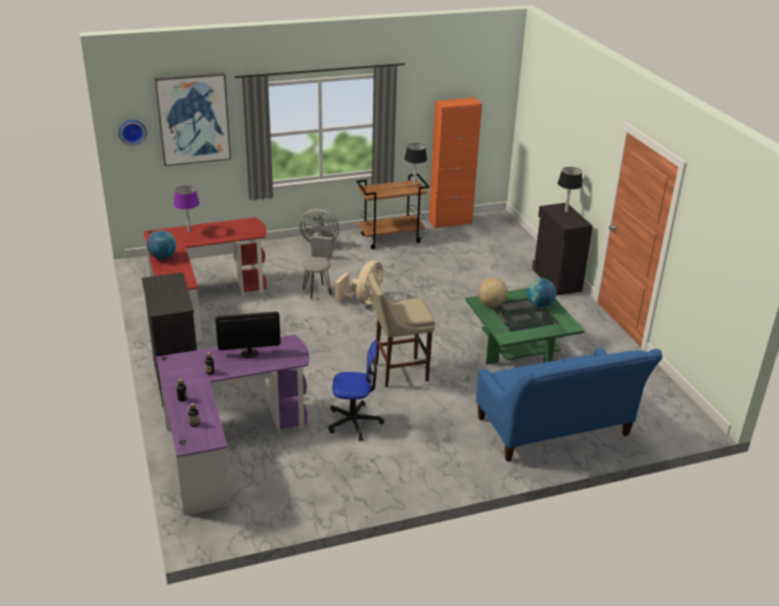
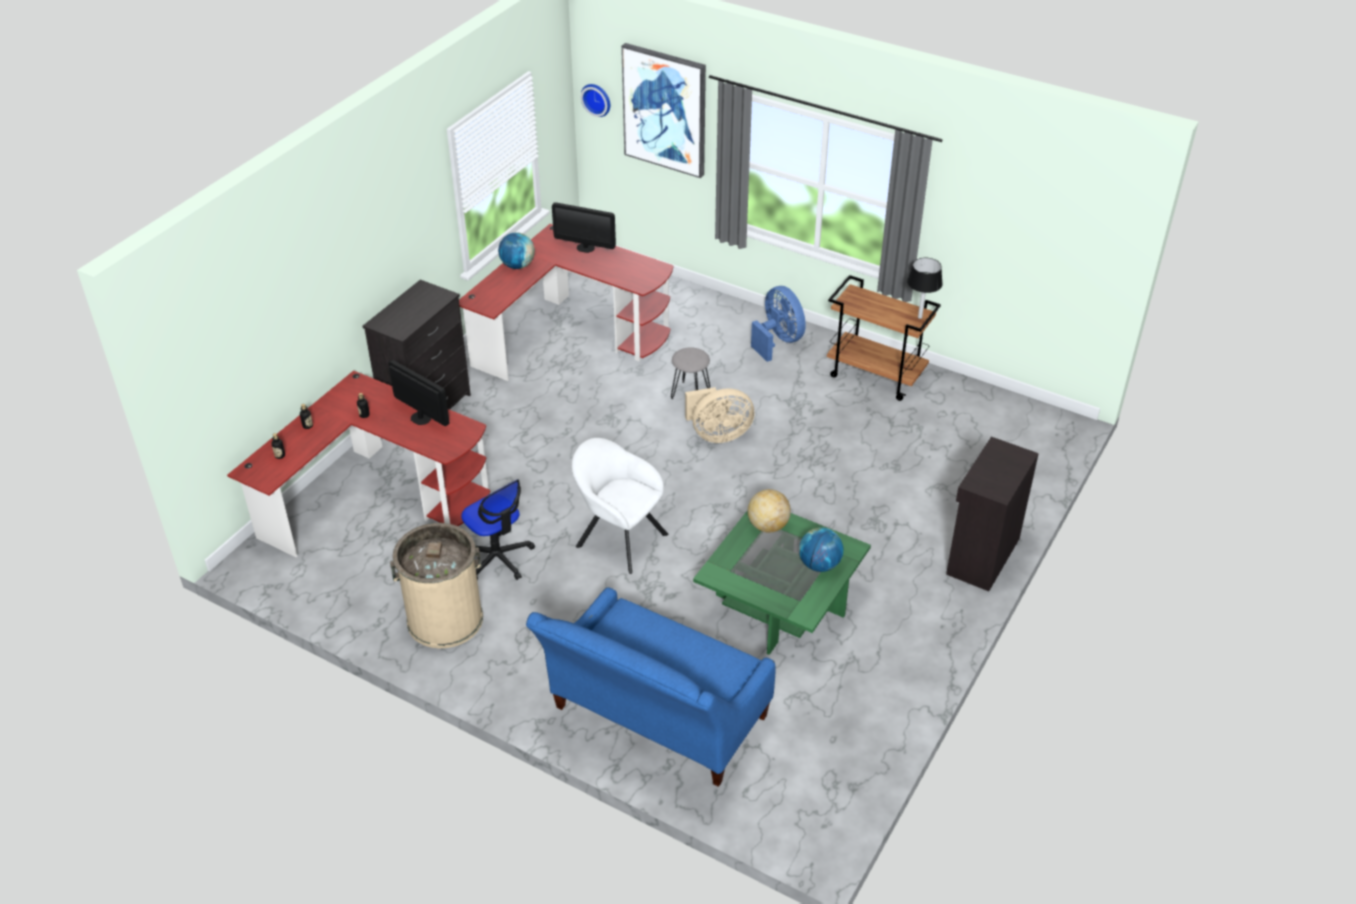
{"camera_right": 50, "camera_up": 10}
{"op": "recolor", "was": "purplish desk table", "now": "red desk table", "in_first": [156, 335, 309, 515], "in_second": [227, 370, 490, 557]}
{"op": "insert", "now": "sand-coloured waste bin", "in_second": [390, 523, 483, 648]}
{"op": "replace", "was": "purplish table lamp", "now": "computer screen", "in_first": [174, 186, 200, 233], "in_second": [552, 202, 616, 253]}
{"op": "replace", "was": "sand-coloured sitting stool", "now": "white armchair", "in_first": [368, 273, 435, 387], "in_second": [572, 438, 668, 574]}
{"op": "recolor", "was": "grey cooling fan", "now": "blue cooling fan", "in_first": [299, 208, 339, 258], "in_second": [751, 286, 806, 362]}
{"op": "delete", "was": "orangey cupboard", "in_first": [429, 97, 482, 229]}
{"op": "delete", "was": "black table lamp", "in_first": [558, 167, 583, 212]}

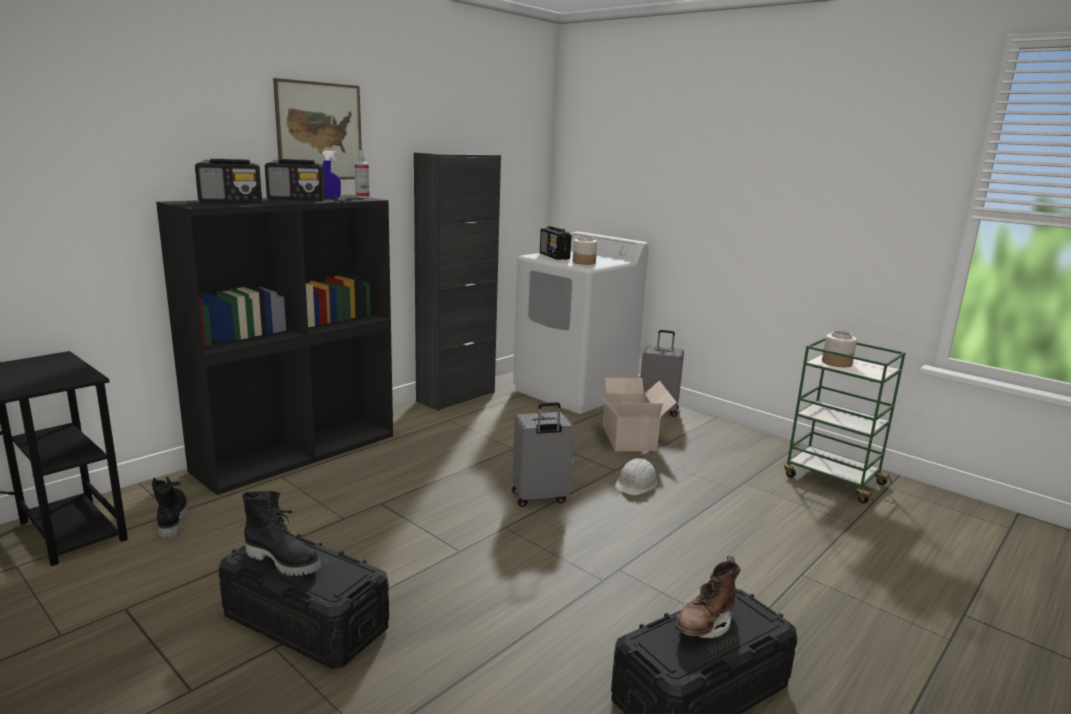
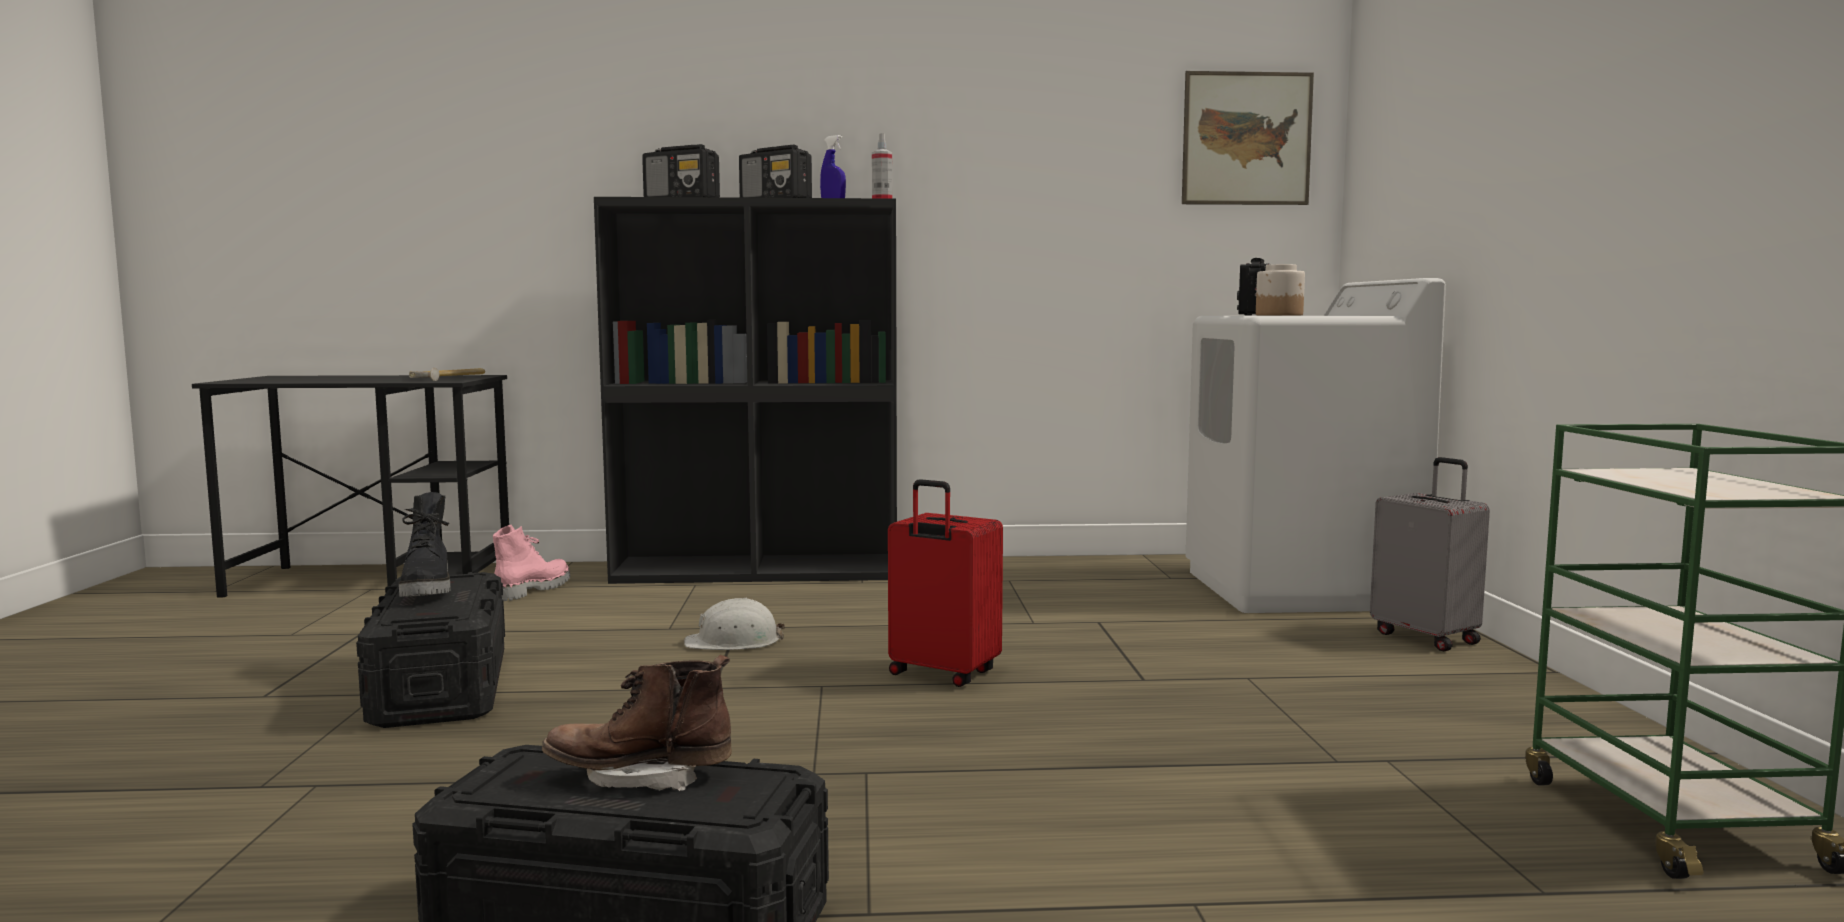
{"camera_right": 45, "camera_up": -10}
{"op": "insert", "now": "hand hammer", "in_second": [409, 368, 485, 381]}
{"op": "recolor", "was": "black boot", "now": "pinkish boot", "in_first": [152, 477, 188, 539], "in_second": [493, 525, 570, 601]}
{"op": "move", "was": "white work helmet", "in_first": [615, 458, 657, 496], "in_second": [684, 598, 785, 650]}
{"op": "recolor", "was": "grey travel case", "now": "red travel case", "in_first": [512, 402, 575, 507], "in_second": [888, 479, 1003, 687]}
{"op": "move", "was": "wall picture", "in_first": [273, 78, 362, 179], "in_second": [1182, 71, 1314, 205]}
{"op": "delete", "was": "black cupboard", "in_first": [414, 152, 501, 411]}
{"op": "delete", "was": "packing box", "in_first": [593, 378, 677, 451]}
{"op": "delete", "was": "preserve jar", "in_first": [822, 331, 857, 367]}

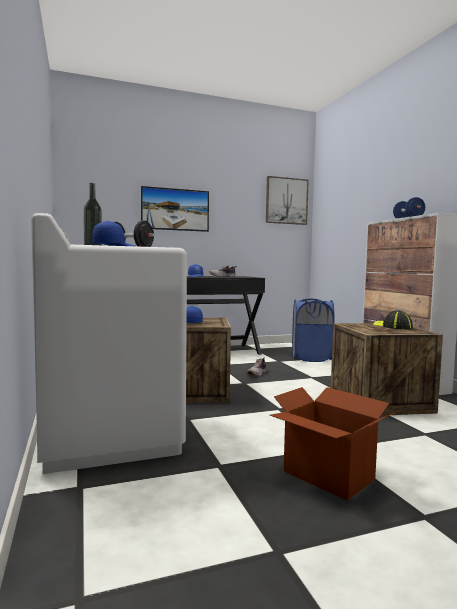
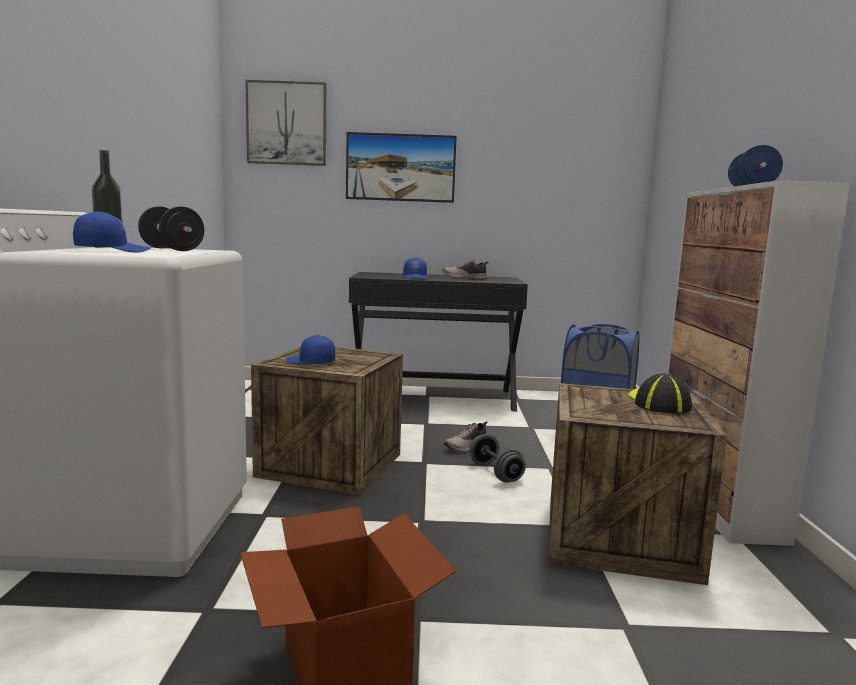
{"camera_right": 20, "camera_up": 5}
{"op": "move", "was": "wall picture", "in_first": [266, 176, 309, 225], "in_second": [245, 80, 326, 166]}
{"op": "insert", "now": "grey dumbbell", "in_second": [470, 434, 526, 483]}

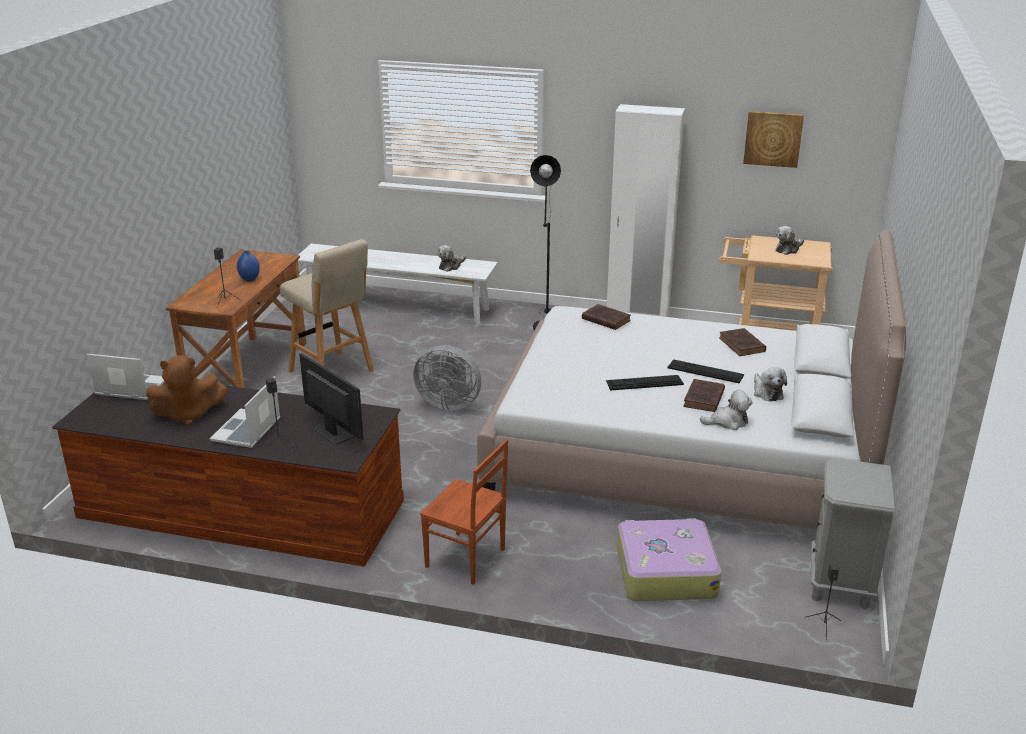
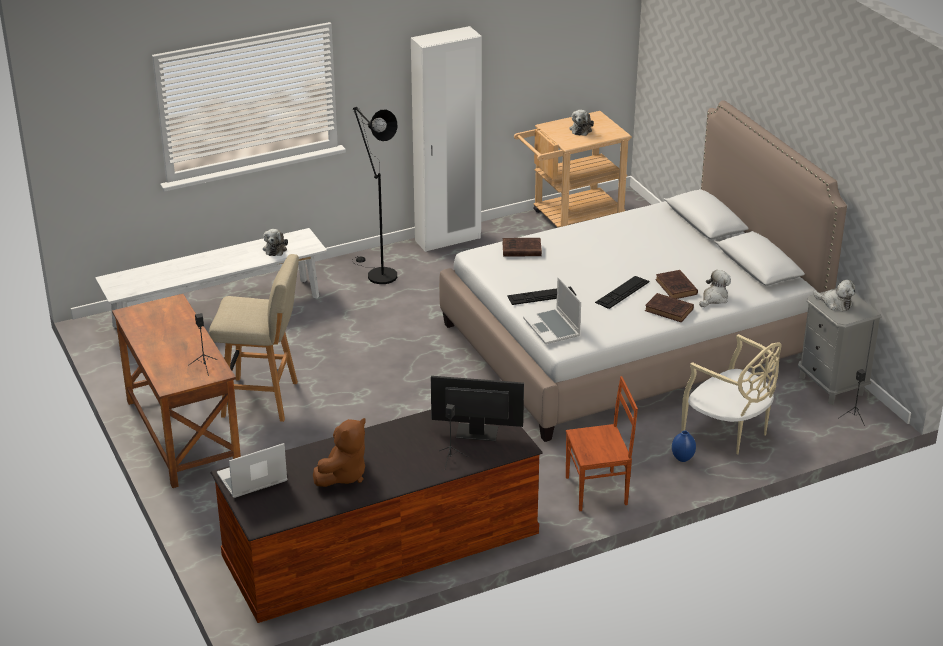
{"camera_right": -40, "camera_up": 5}
{"op": "move", "was": "keyboard", "in_first": [668, 360, 744, 383], "in_second": [507, 286, 576, 305]}
{"op": "move", "was": "notebook computer", "in_first": [210, 376, 281, 448], "in_second": [523, 277, 581, 344]}
{"op": "move", "was": "brownish bound book", "in_first": [719, 328, 766, 356], "in_second": [645, 293, 694, 322]}
{"op": "move", "was": "blue flower vase", "in_first": [237, 251, 260, 282], "in_second": [672, 431, 696, 462]}
{"op": "replace", "was": "travel case", "now": "sand-coloured plain chair", "in_first": [617, 518, 721, 601], "in_second": [681, 334, 782, 454]}
{"op": "move", "was": "soft toy", "in_first": [754, 367, 787, 402], "in_second": [813, 280, 855, 311]}
{"op": "delete", "was": "grey cooling fan", "in_first": [413, 345, 481, 411]}
{"op": "delete", "was": "wall picture", "in_first": [743, 111, 804, 168]}

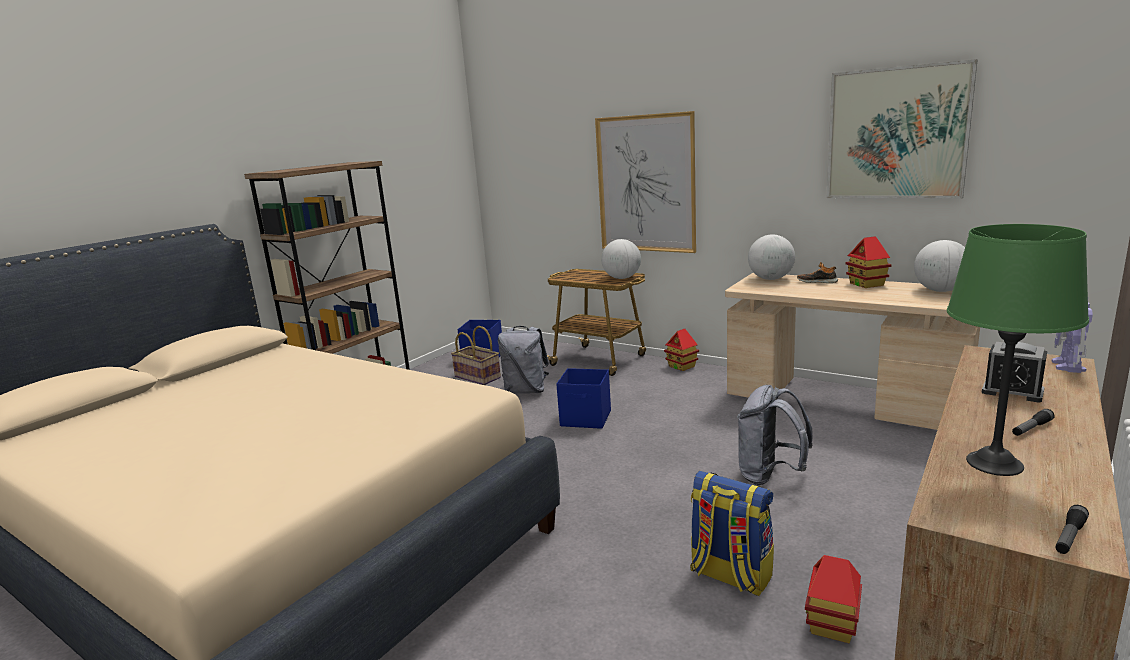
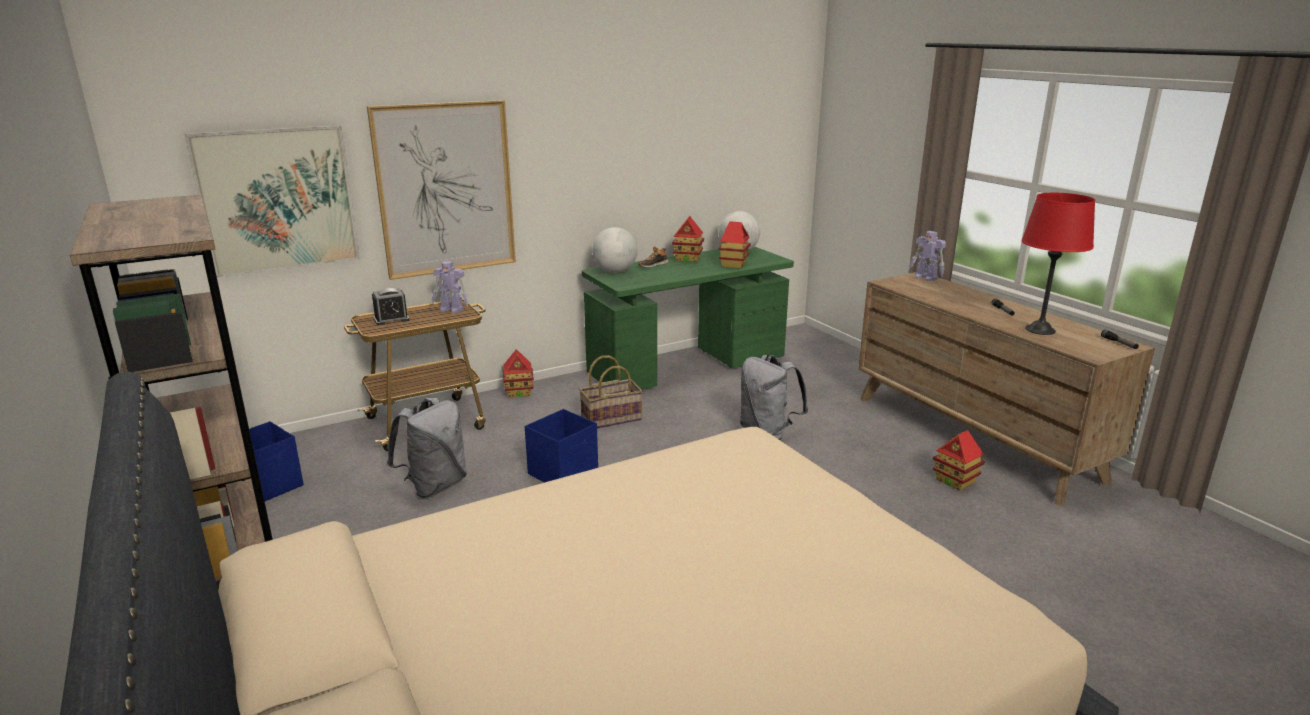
{"camera_right": -65, "camera_up": 5}
{"op": "move", "was": "wall picture", "in_first": [827, 59, 978, 199], "in_second": [185, 125, 360, 278]}
{"op": "move", "was": "table clock", "in_first": [982, 342, 1047, 402], "in_second": [372, 288, 409, 325]}
{"op": "replace", "was": "world globe", "now": "robot figure", "in_first": [601, 239, 641, 279], "in_second": [432, 261, 468, 313]}
{"op": "move", "was": "household basket", "in_first": [451, 326, 501, 385], "in_second": [579, 355, 642, 429]}
{"op": "recolor", "was": "sand-coloured desk table", "now": "green desk table", "in_first": [725, 273, 980, 430], "in_second": [582, 247, 794, 389]}
{"op": "insert", "now": "model house", "in_second": [718, 221, 751, 268]}
{"op": "recolor", "was": "green table lamp", "now": "red table lamp", "in_first": [947, 224, 1089, 476], "in_second": [1022, 193, 1095, 335]}
{"op": "delete", "was": "knapsack", "in_first": [690, 471, 774, 596]}

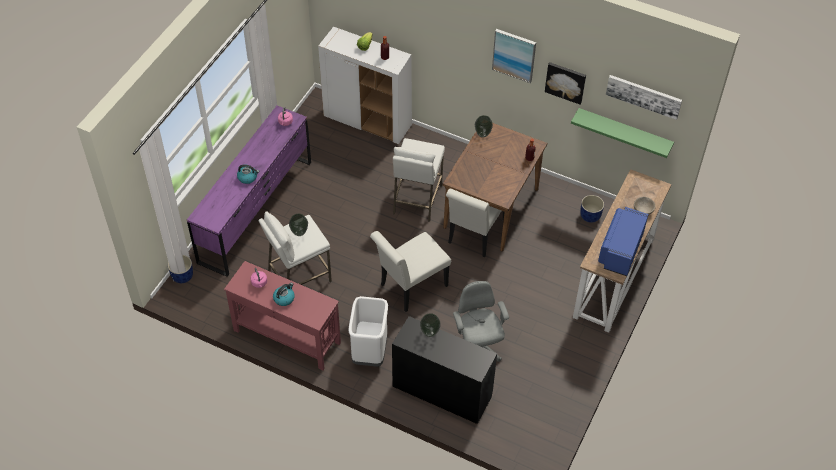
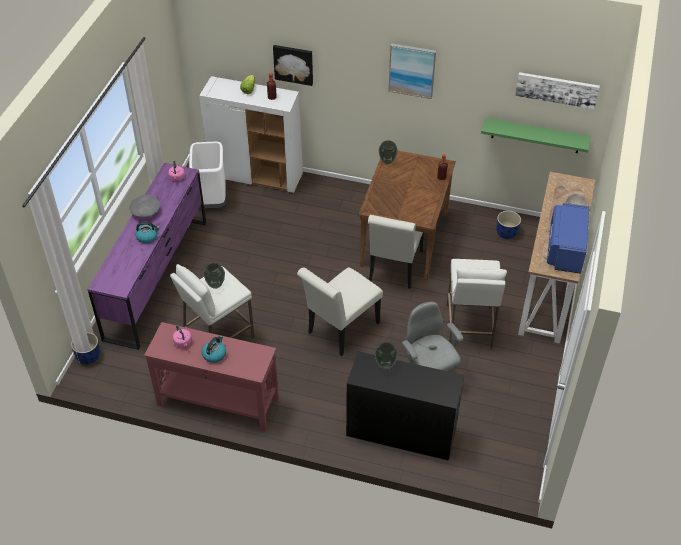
{"camera_right": -10, "camera_up": -5}
{"op": "insert", "now": "grey bowl", "in_second": [129, 195, 160, 217]}
{"op": "move", "was": "white waste bin", "in_first": [349, 296, 388, 367], "in_second": [189, 141, 226, 208]}
{"op": "move", "was": "wall picture", "in_first": [545, 62, 586, 104], "in_second": [273, 45, 313, 86]}
{"op": "move", "was": "white sitting stool", "in_first": [393, 138, 445, 222], "in_second": [446, 259, 507, 349]}

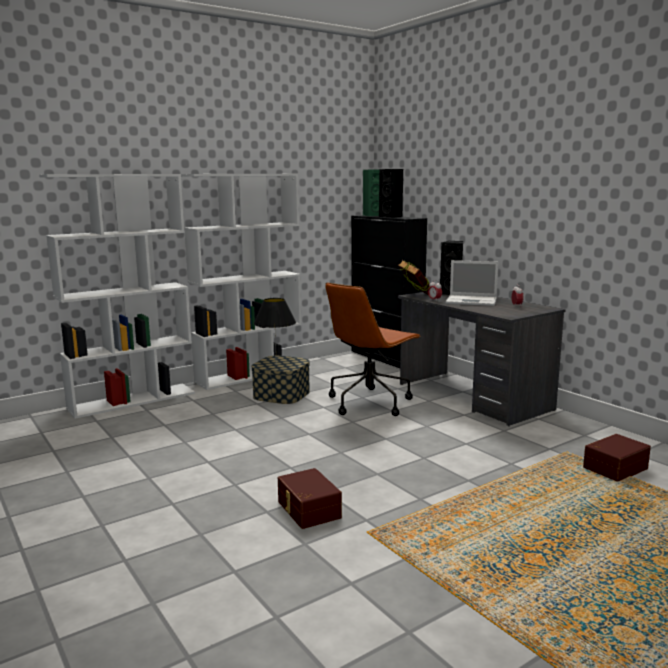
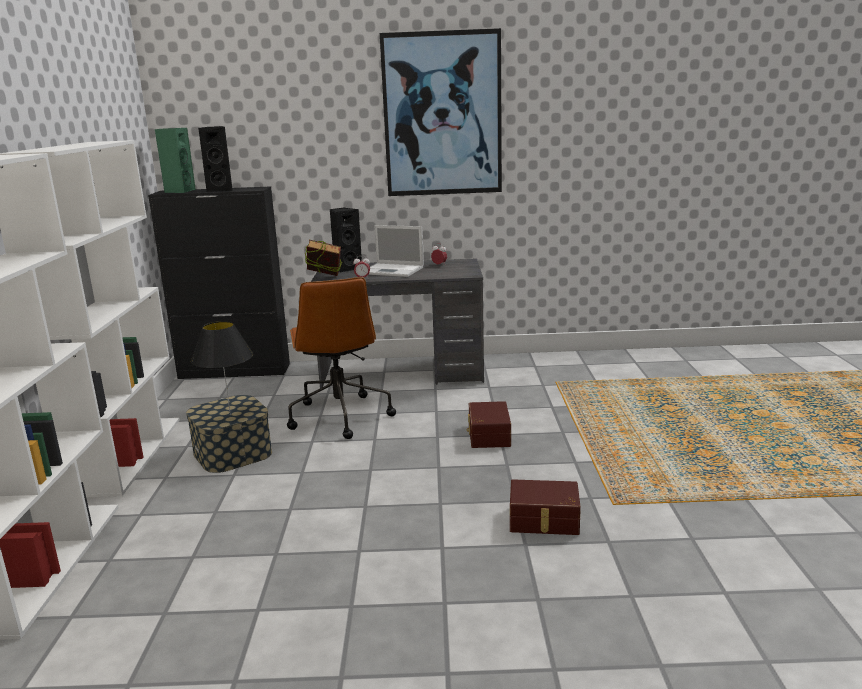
{"camera_right": -55, "camera_up": 5}
{"op": "rotate", "was": "notebook computer", "in_first": [445, 260, 499, 306], "in_second": [368, 225, 424, 277], "clockwise": 60}
{"op": "insert", "now": "wall picture", "in_second": [380, 28, 502, 196]}
{"op": "move", "was": "brownish storage box", "in_first": [583, 434, 651, 482], "in_second": [466, 401, 511, 448]}

